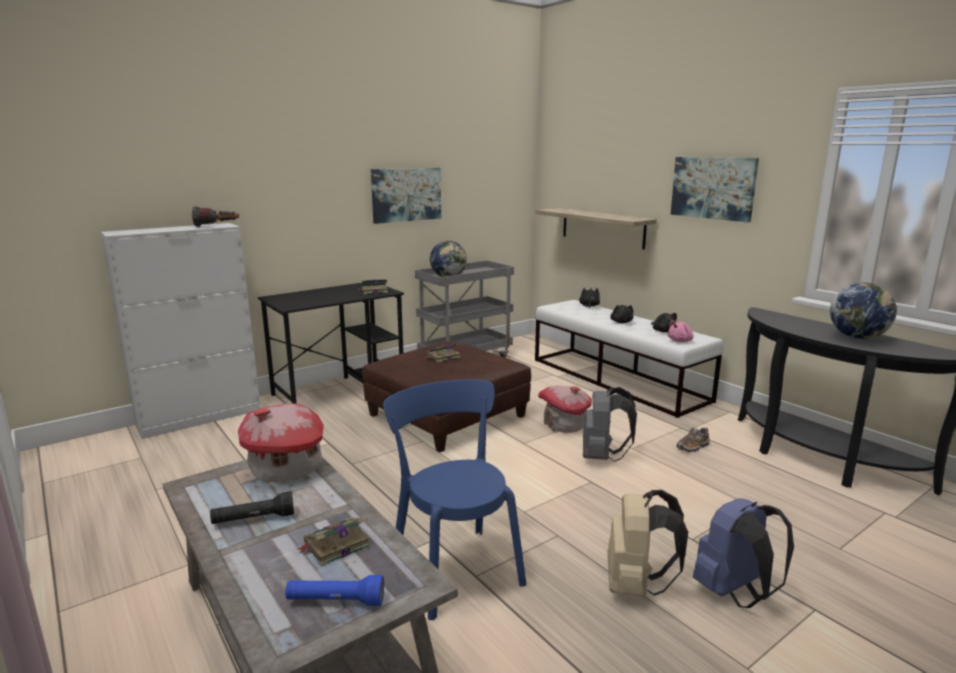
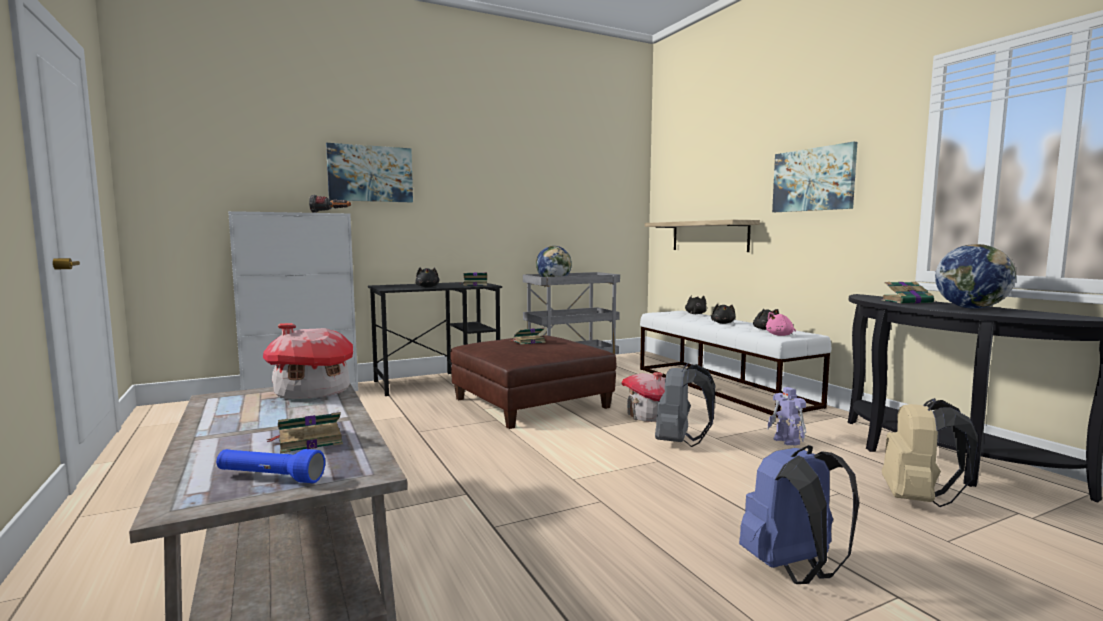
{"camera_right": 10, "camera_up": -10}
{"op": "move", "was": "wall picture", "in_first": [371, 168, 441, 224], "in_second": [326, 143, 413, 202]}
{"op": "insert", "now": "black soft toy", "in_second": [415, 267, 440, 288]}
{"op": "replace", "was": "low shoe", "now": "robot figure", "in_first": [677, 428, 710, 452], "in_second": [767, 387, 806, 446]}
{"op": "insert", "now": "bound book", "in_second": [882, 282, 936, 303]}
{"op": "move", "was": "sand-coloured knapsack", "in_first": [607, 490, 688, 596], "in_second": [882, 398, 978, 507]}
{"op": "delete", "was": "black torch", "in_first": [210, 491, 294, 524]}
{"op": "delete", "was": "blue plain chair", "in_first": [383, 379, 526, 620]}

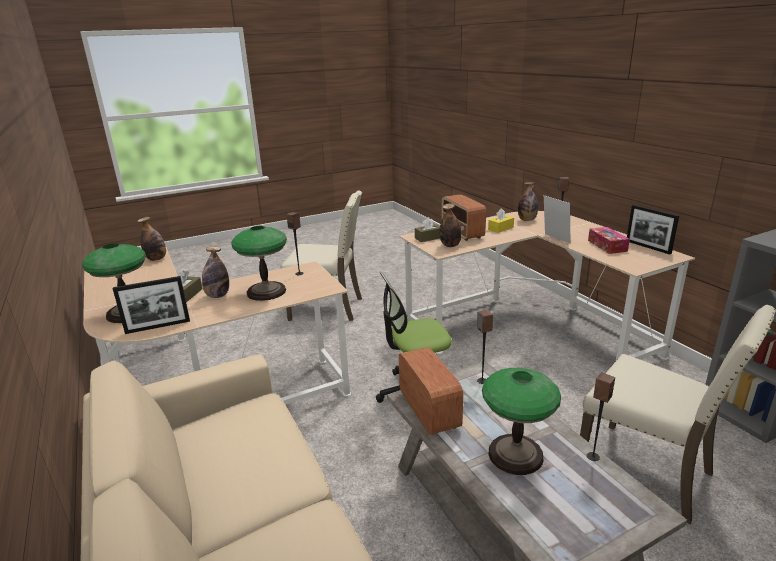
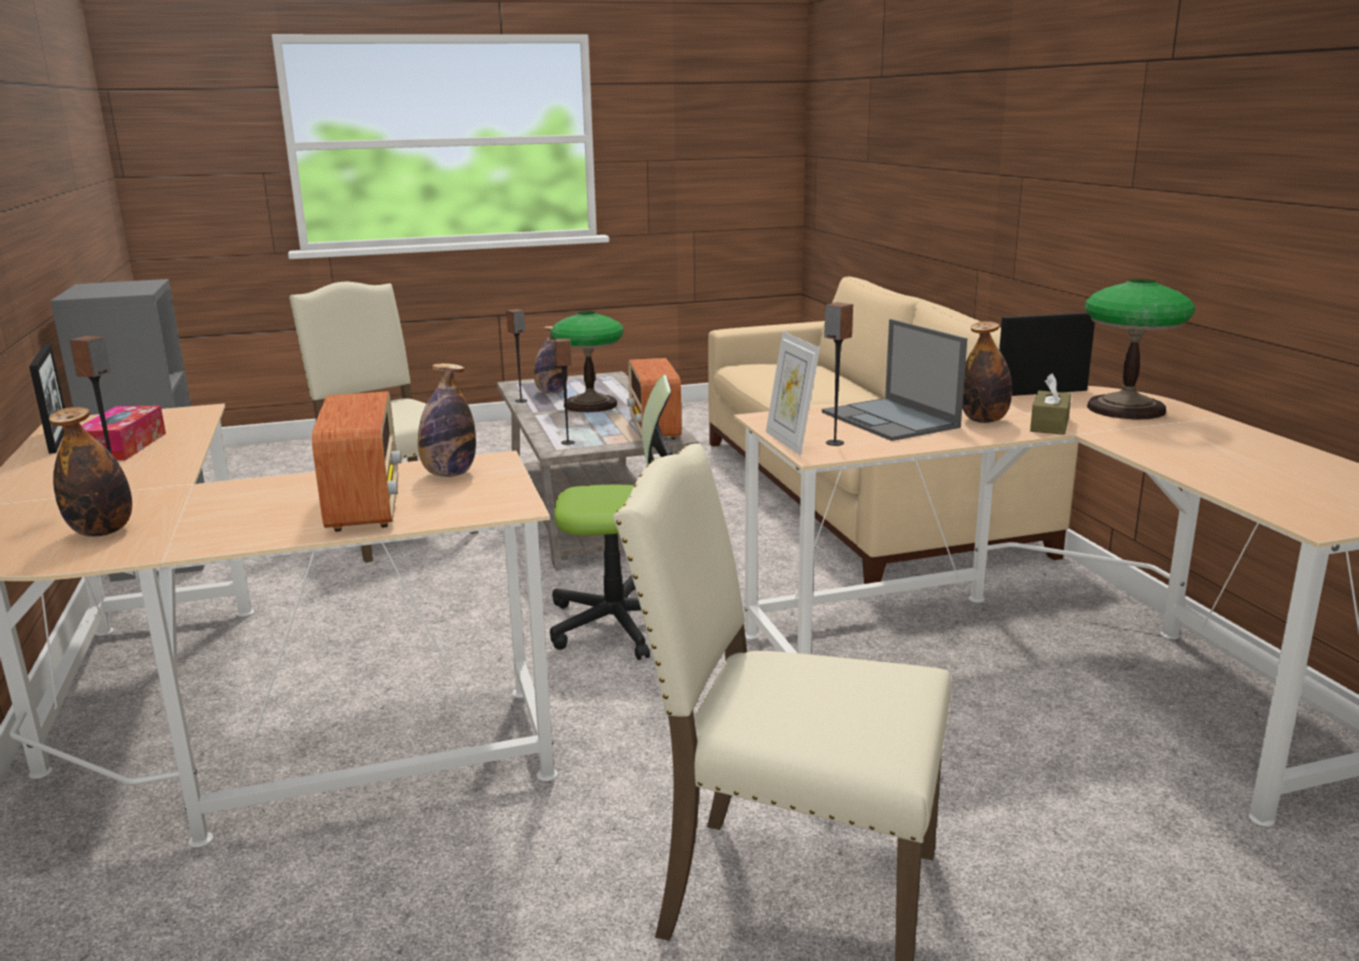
{"camera_right": -170, "camera_up": -5}
{"op": "move", "was": "bottle", "in_first": [138, 217, 166, 261], "in_second": [534, 326, 568, 394]}
{"op": "move", "was": "photo frame", "in_first": [544, 195, 571, 244], "in_second": [766, 331, 820, 455]}
{"op": "replace", "was": "table lamp", "now": "notebook computer", "in_first": [231, 226, 287, 301], "in_second": [822, 319, 967, 441]}
{"op": "delete", "was": "brownish tissue holder", "in_first": [415, 217, 440, 242]}
{"op": "delete", "was": "yellowish tissue holder", "in_first": [488, 208, 514, 233]}

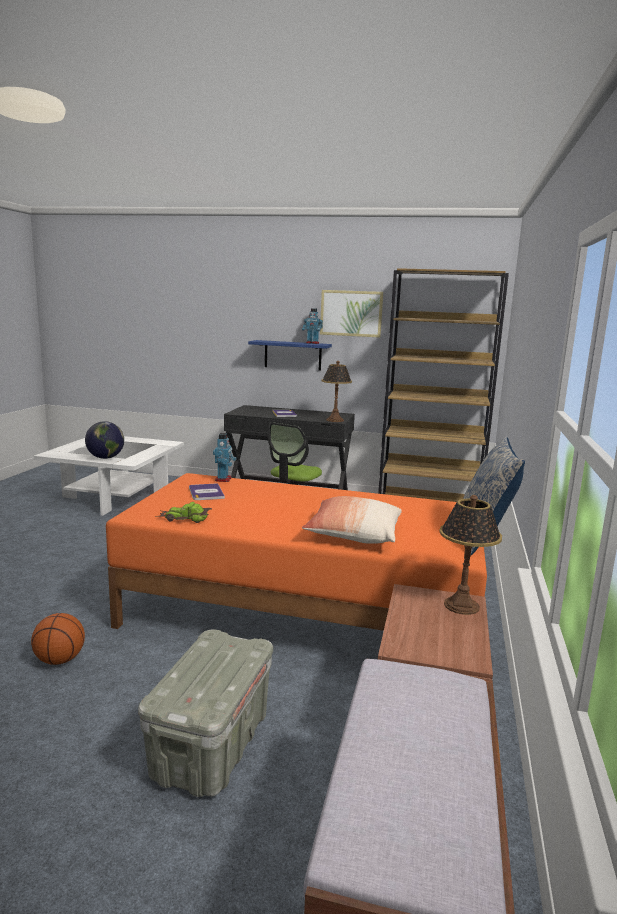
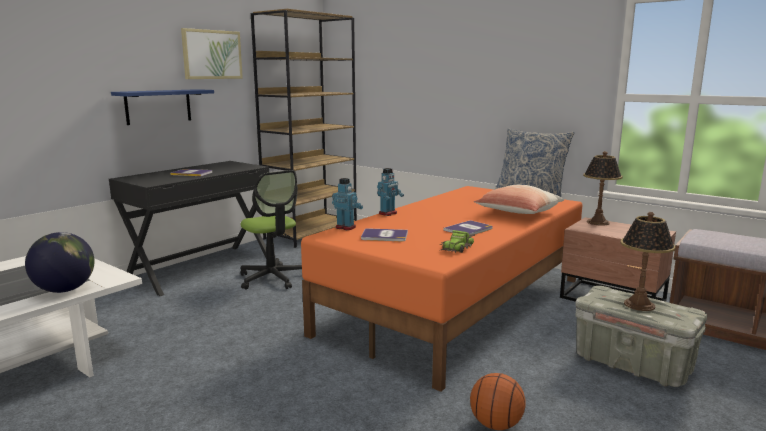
{"camera_right": -65, "camera_up": 0}
{"op": "move", "was": "robot figure", "in_first": [302, 308, 323, 344], "in_second": [377, 168, 404, 216]}
{"op": "insert", "now": "bound book", "in_second": [444, 220, 493, 235]}
{"op": "move", "was": "table lamp", "in_first": [322, 361, 352, 422], "in_second": [620, 212, 676, 311]}

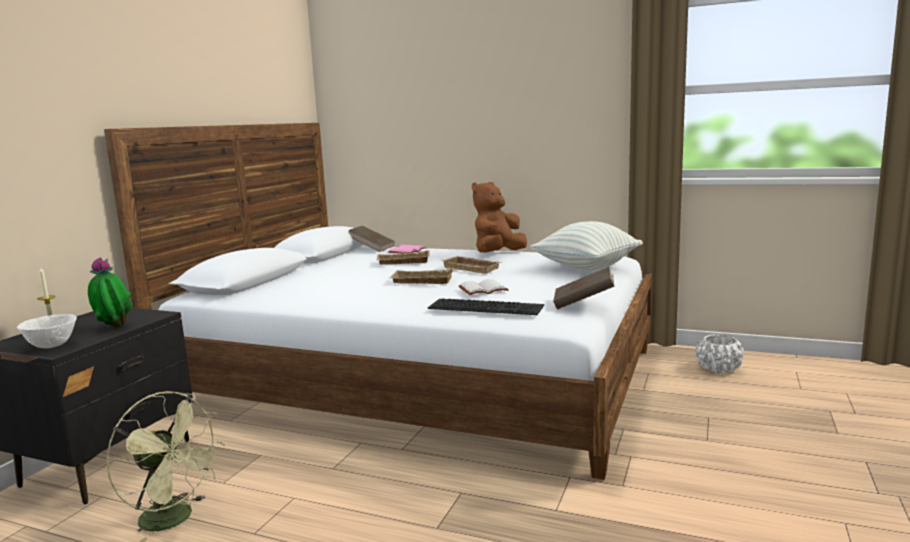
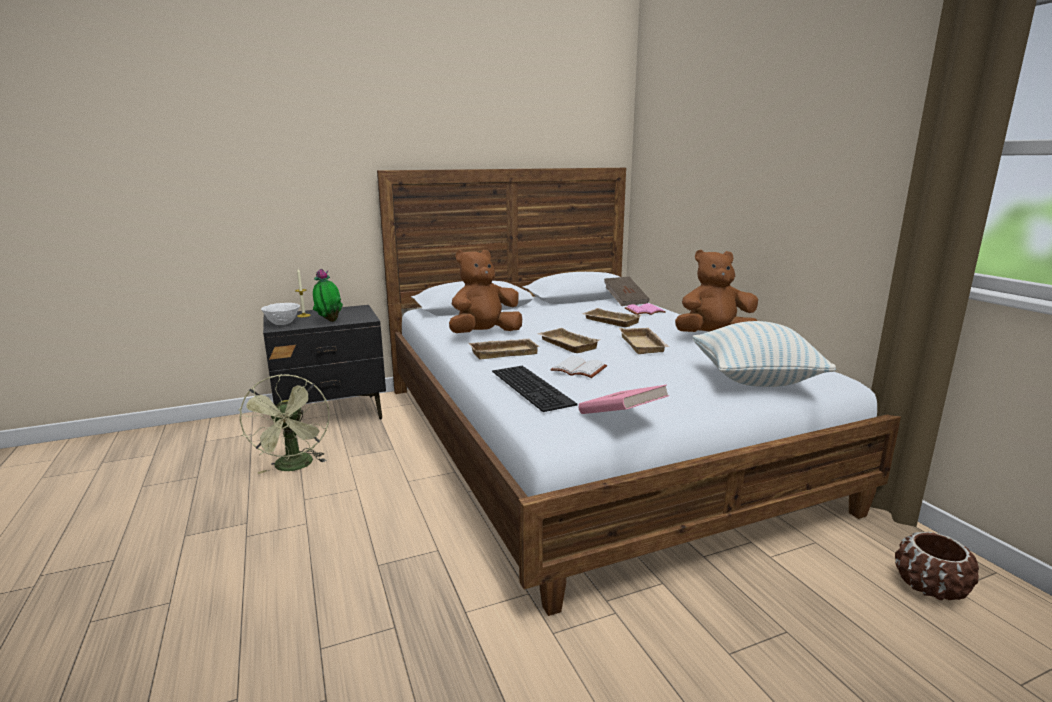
{"camera_right": 45, "camera_up": 5}
{"op": "insert", "now": "brownish soft toy", "in_second": [449, 250, 522, 333]}
{"op": "insert", "now": "sand-coloured carrying tray", "in_second": [469, 339, 540, 359]}
{"op": "recolor", "was": "brownish bound book", "now": "pinkish bound book", "in_first": [553, 267, 614, 309], "in_second": [579, 385, 669, 414]}
{"op": "recolor", "was": "white planter", "now": "brownish planter", "in_first": [696, 334, 744, 373], "in_second": [895, 532, 979, 600]}

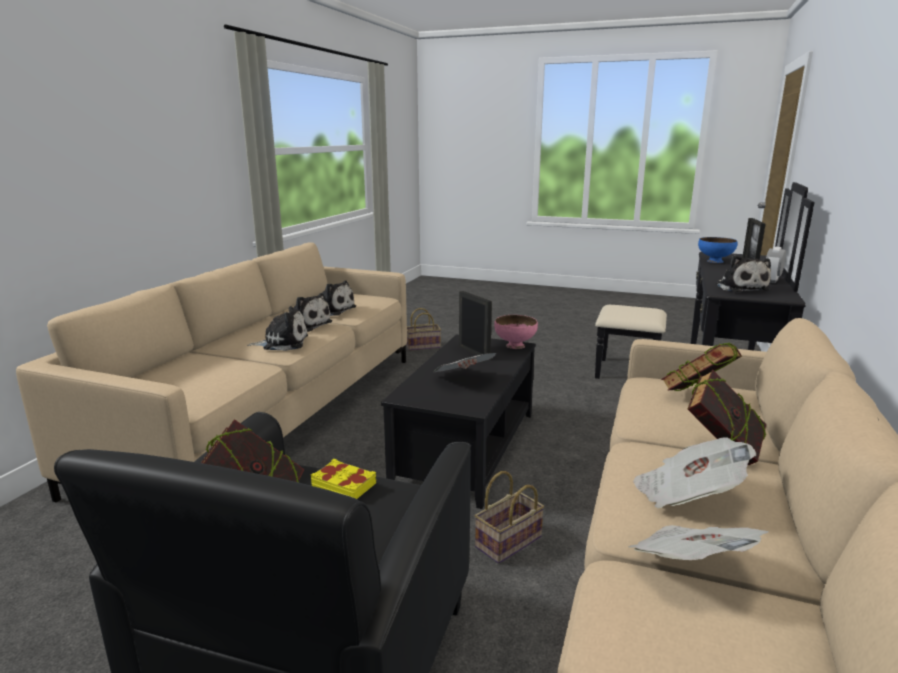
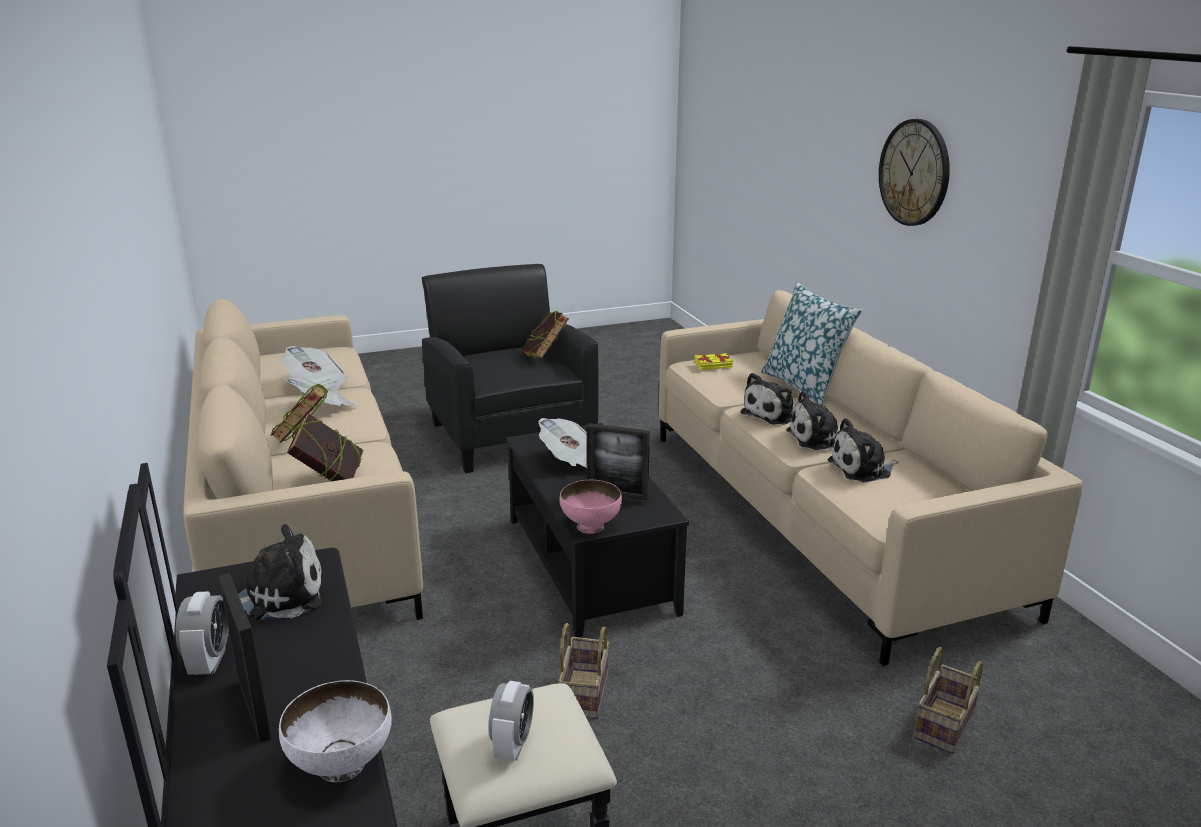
{"camera_right": 140, "camera_up": 5}
{"op": "rotate", "was": "soft toy", "in_first": [716, 255, 771, 292], "in_second": [238, 524, 322, 620], "clockwise": 120}
{"op": "recolor", "was": "blue bowl", "now": "white bowl", "in_first": [698, 237, 738, 263], "in_second": [279, 680, 392, 782]}
{"op": "insert", "now": "table clock", "in_second": [489, 681, 534, 761]}
{"op": "move", "was": "household basket", "in_first": [475, 471, 544, 564], "in_second": [558, 623, 610, 719]}
{"op": "move", "was": "yellowish bound book", "in_first": [311, 459, 376, 499], "in_second": [695, 353, 733, 370]}
{"op": "insert", "now": "pillow", "in_second": [761, 283, 862, 405]}
{"op": "insert", "now": "hanging clock", "in_second": [879, 119, 950, 226]}

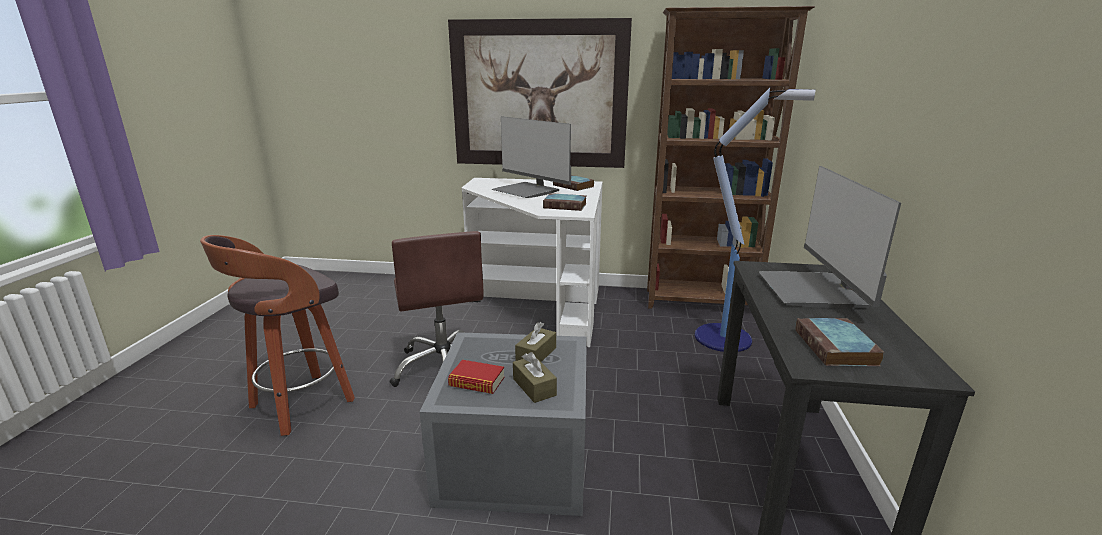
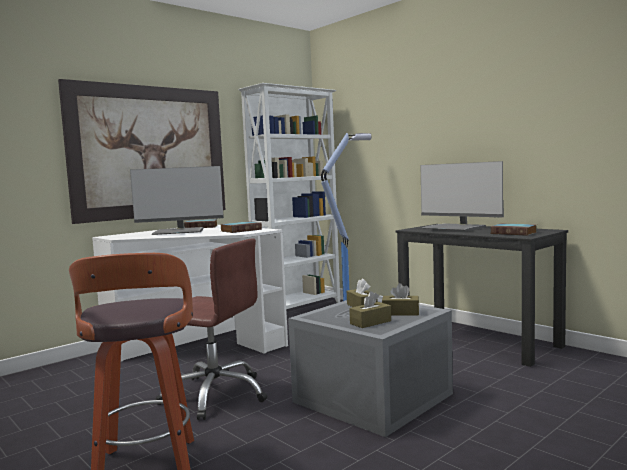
{"camera_right": -50, "camera_up": -15}
{"op": "recolor", "was": "brownish bookcase", "now": "white bookcase", "in_first": [647, 6, 815, 309], "in_second": [238, 83, 340, 309]}
{"op": "replace", "was": "bound book", "now": "brownish tissue holder", "in_first": [448, 360, 505, 394], "in_second": [349, 291, 391, 328]}

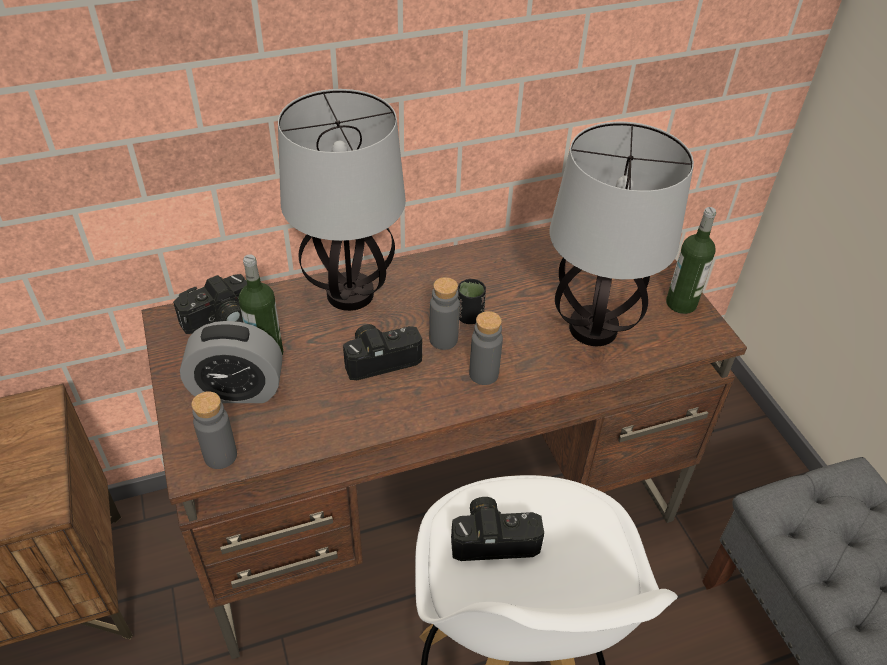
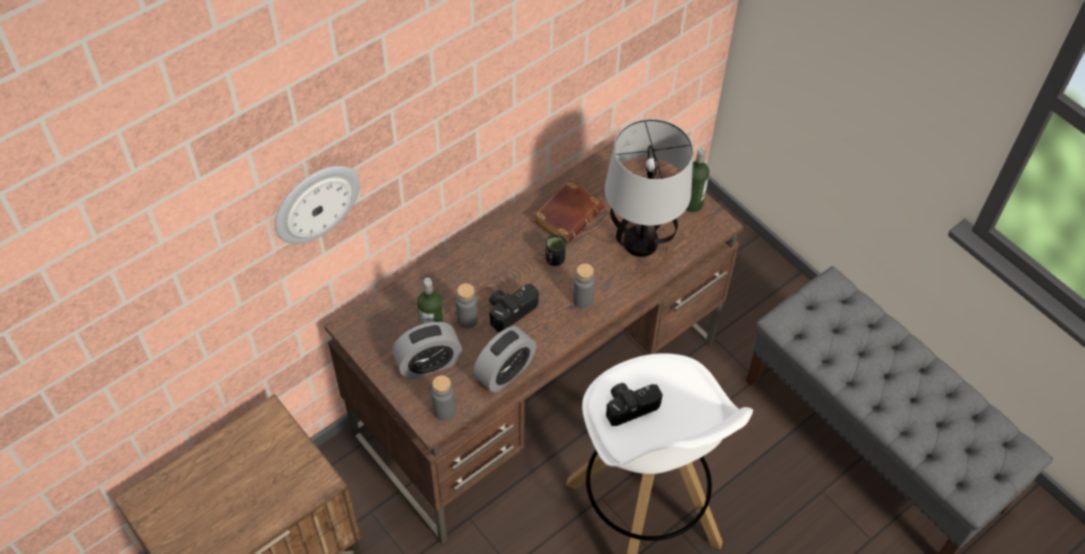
{"camera_right": -20, "camera_up": 10}
{"op": "insert", "now": "hanging clock", "in_second": [275, 166, 360, 244]}
{"op": "move", "was": "grey bottle", "in_first": [429, 277, 460, 350], "in_second": [456, 283, 478, 329]}
{"op": "insert", "now": "table clock", "in_second": [473, 326, 536, 392]}
{"op": "insert", "now": "brownish bound book", "in_second": [533, 180, 604, 244]}
{"op": "delete", "was": "photo camera", "in_first": [173, 274, 247, 334]}
{"op": "delete", "was": "table lamp", "in_first": [278, 89, 406, 311]}

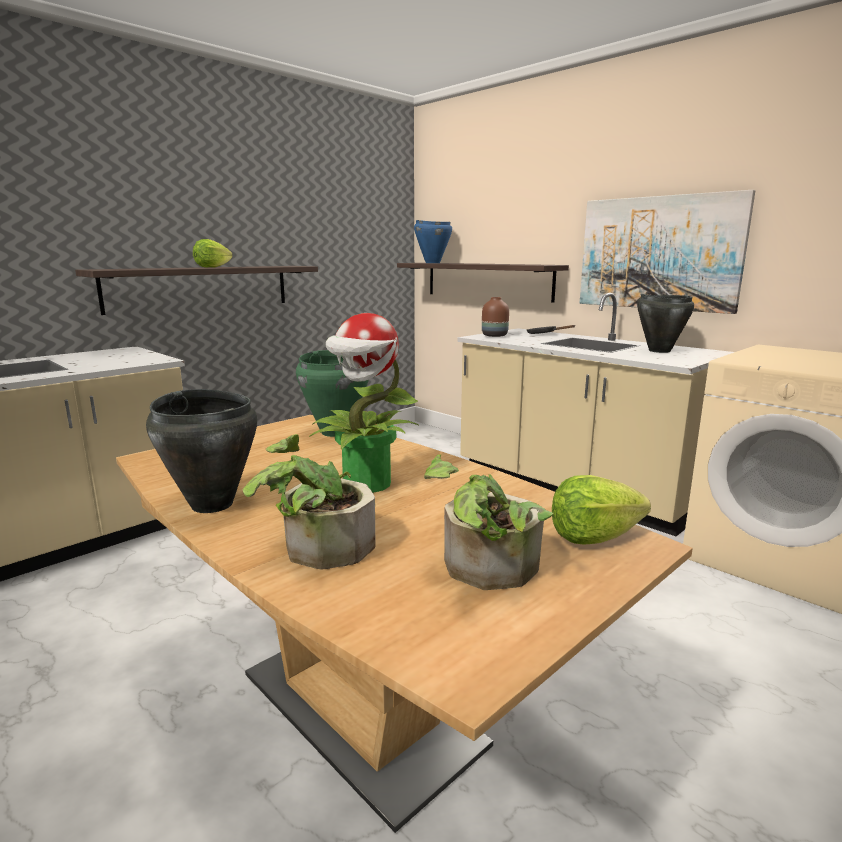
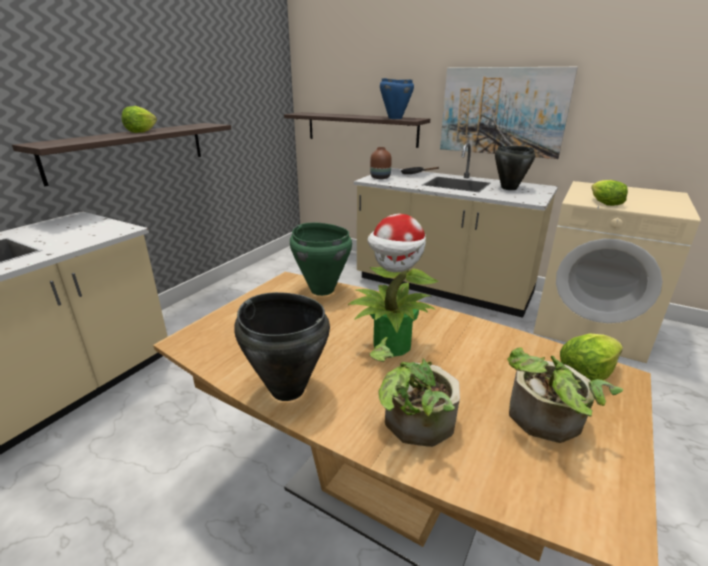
{"camera_right": -15, "camera_up": 10}
{"op": "move", "was": "blue saucepot", "in_first": [414, 220, 452, 263], "in_second": [380, 78, 414, 119]}
{"op": "insert", "now": "lettuce", "in_second": [591, 180, 628, 206]}

